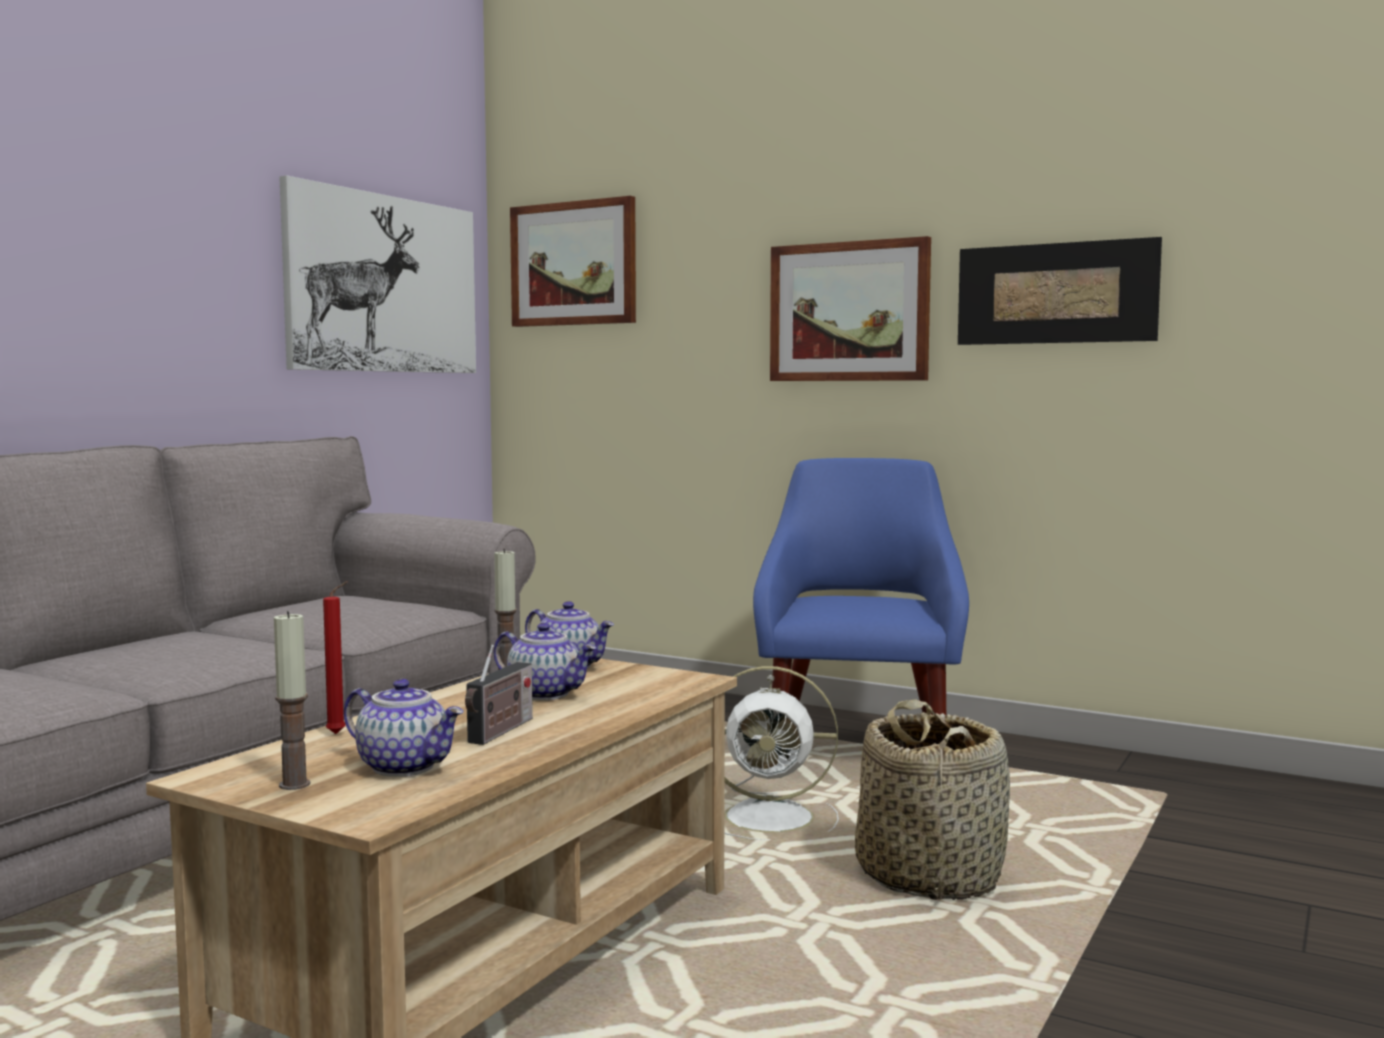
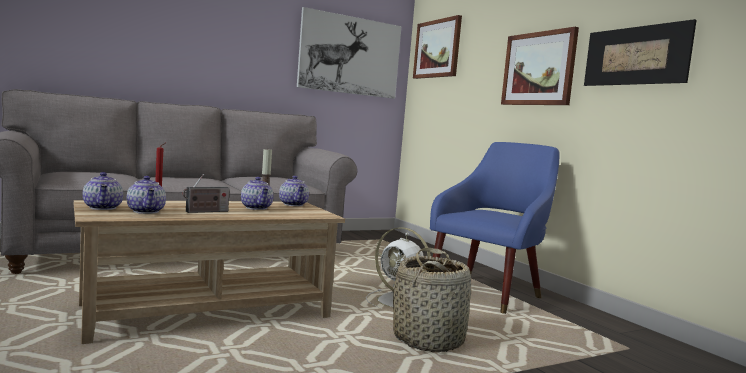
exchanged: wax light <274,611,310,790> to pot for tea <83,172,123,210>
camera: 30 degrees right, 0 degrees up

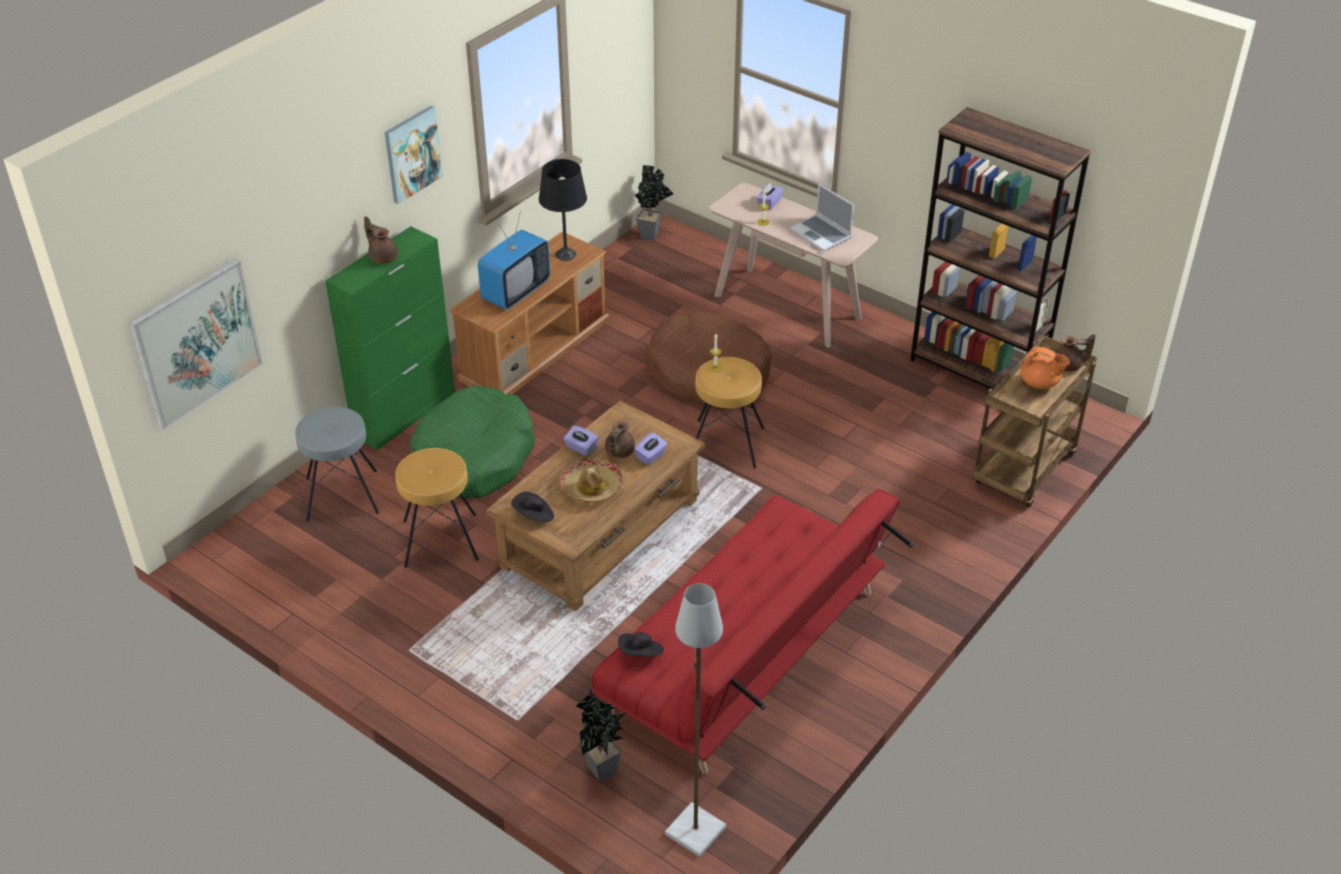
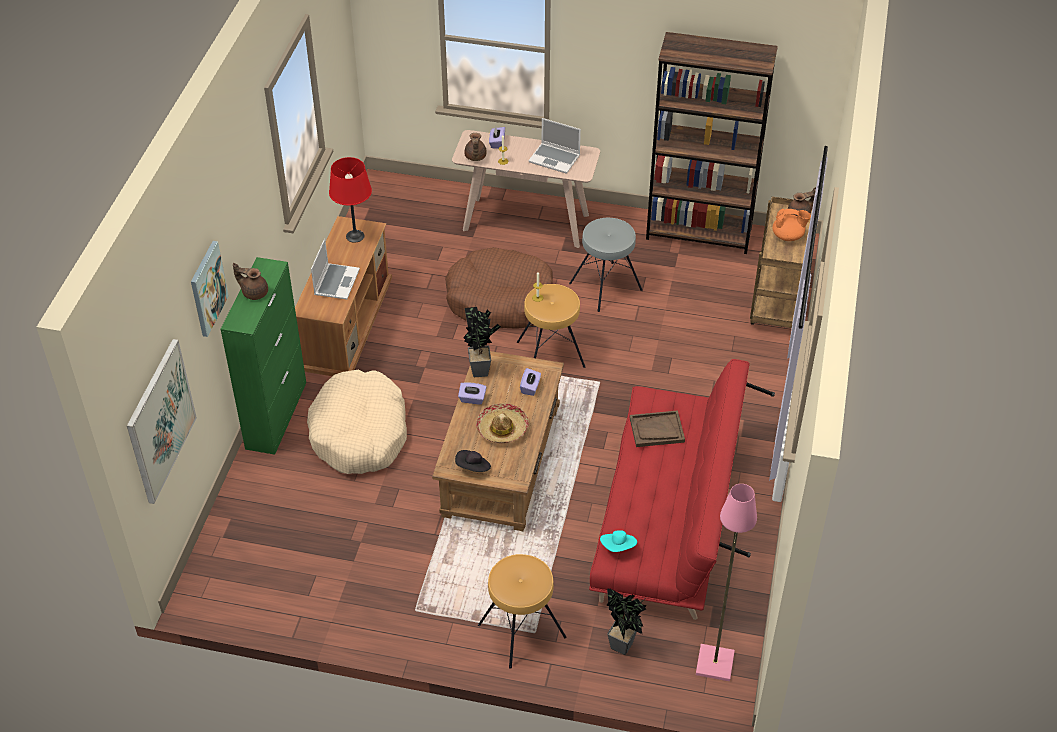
appeared: brown serving tray <630,410,685,447>
relocated: gray stool <295,407,379,522> to <569,218,642,312>; wall art <385,106,443,204> to <191,241,229,337>; brown stool <395,448,479,568> to <478,554,566,669>; brown pot for tea <605,420,635,458> to <464,133,487,161>; plant in a pot <635,165,673,240> to <463,306,501,377>
exchanged: television <478,211,550,310> to portable computer <311,239,360,300>
colour: greenish dog cushion <410,386,535,499> to beige dog cushion <307,370,407,474>; black-coloured table lamp <539,159,587,261> to red-coloured table lamp <329,157,372,243>; black-coloured hat <618,632,663,657> to blue-green hat <600,530,637,552>; gray standard lamp <665,583,726,857> to pink standard lamp <696,484,757,681>
camera: 25 degrees left, 5 degrees up

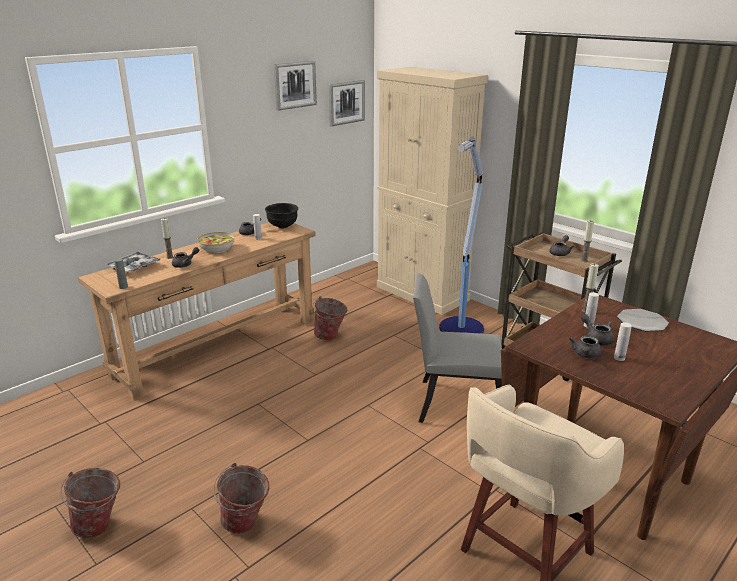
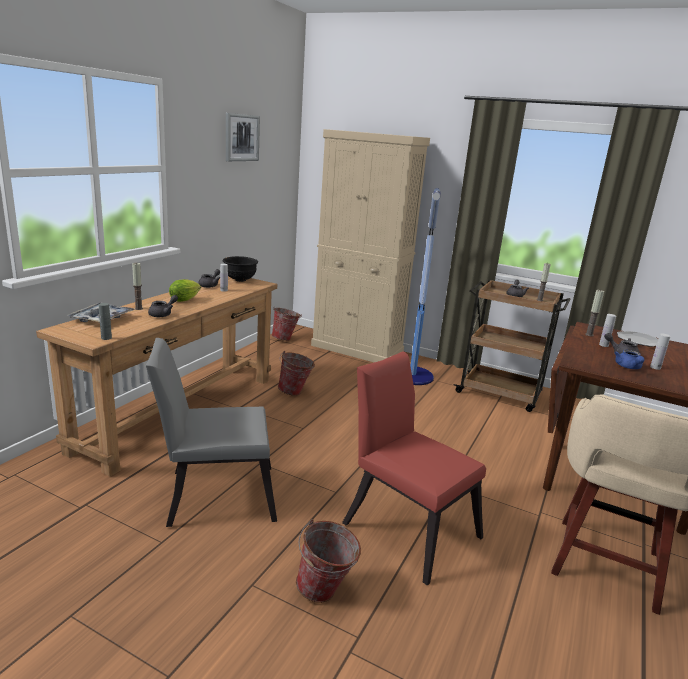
missing: wall art <329,80,365,126>
appeared: red-coloured upright chair <342,352,486,586>
relocated: water bucket <60,468,120,538> to <272,308,302,341>; gray upright chair <413,273,502,423> to <146,338,277,527>
exchanged: serving bowl <197,232,234,253> to lettuce <169,279,201,302>
colour: gray pot for tea <569,336,601,359> to bluish pot for tea <614,350,645,369>
camera: 20 degrees left, 5 degrees down

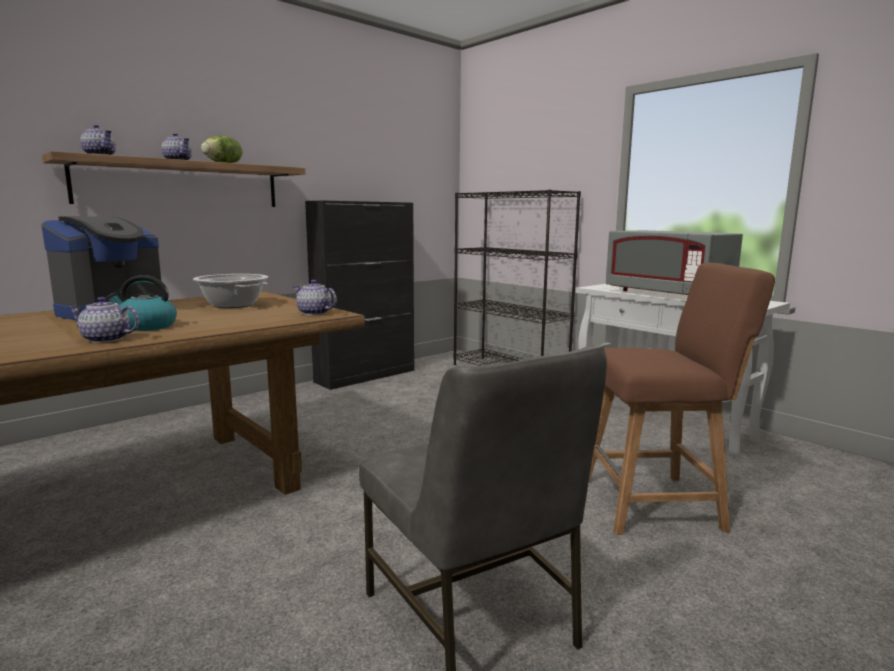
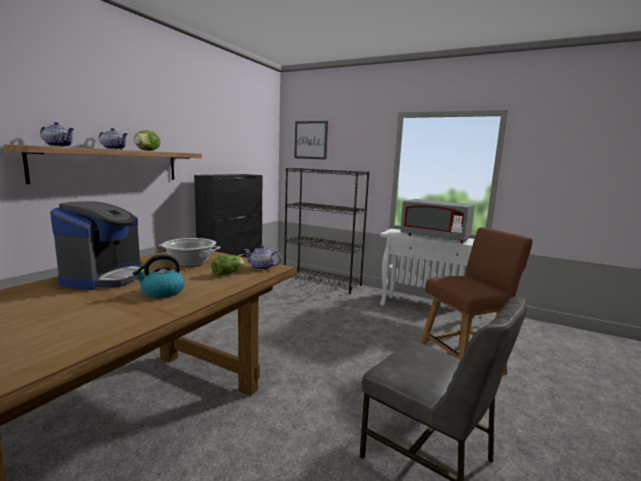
missing: pot for tea <68,297,139,343>
appeared: lettuce <211,256,244,276>; wall art <294,121,328,160>
camera: 20 degrees left, 0 degrees up

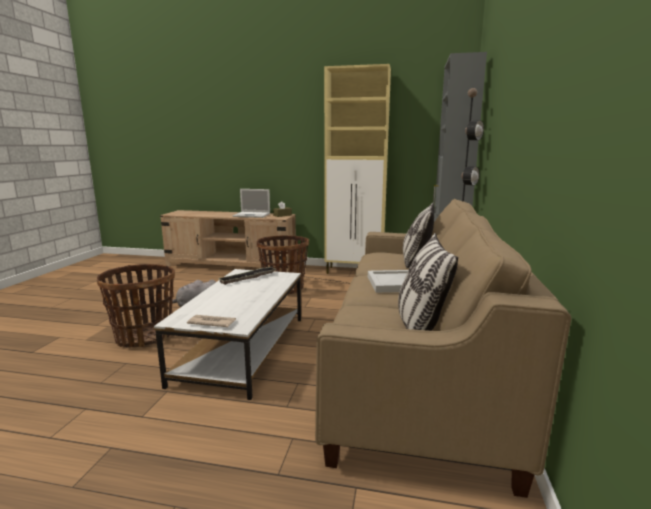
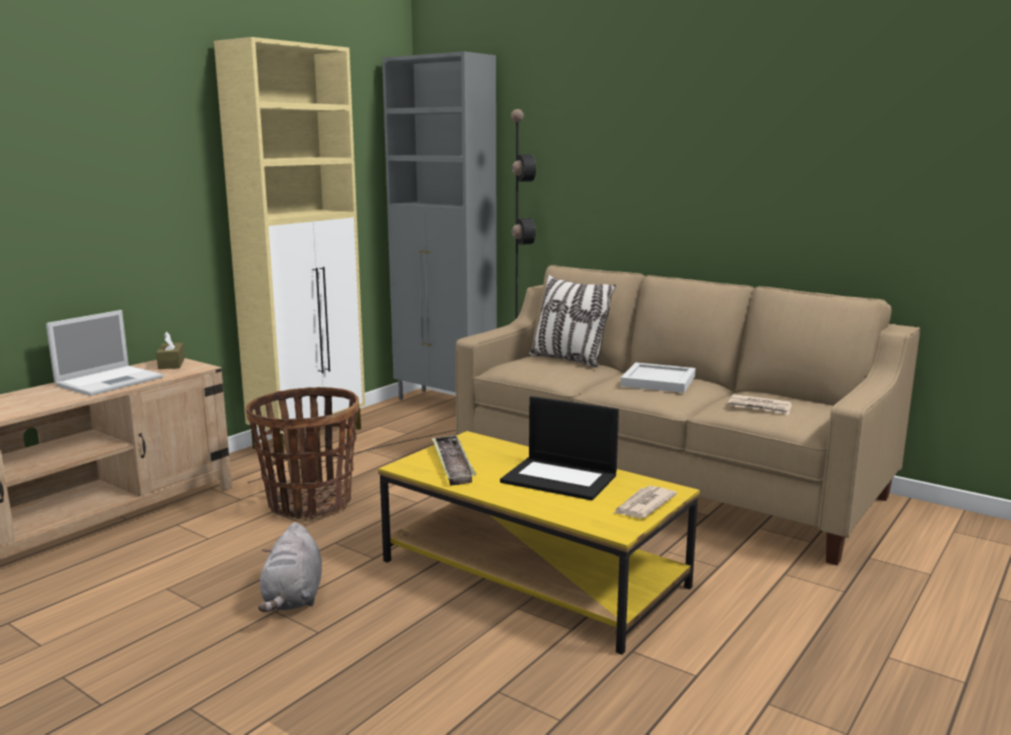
missing: basket <97,264,175,348>; pillow <398,233,458,331>
appeared: portable computer <500,396,619,500>; newspaper <728,394,792,415>
colour: white-coloured lounge table <154,269,301,400> to yellow lounge table <378,431,700,655>
camera: 65 degrees left, 0 degrees up

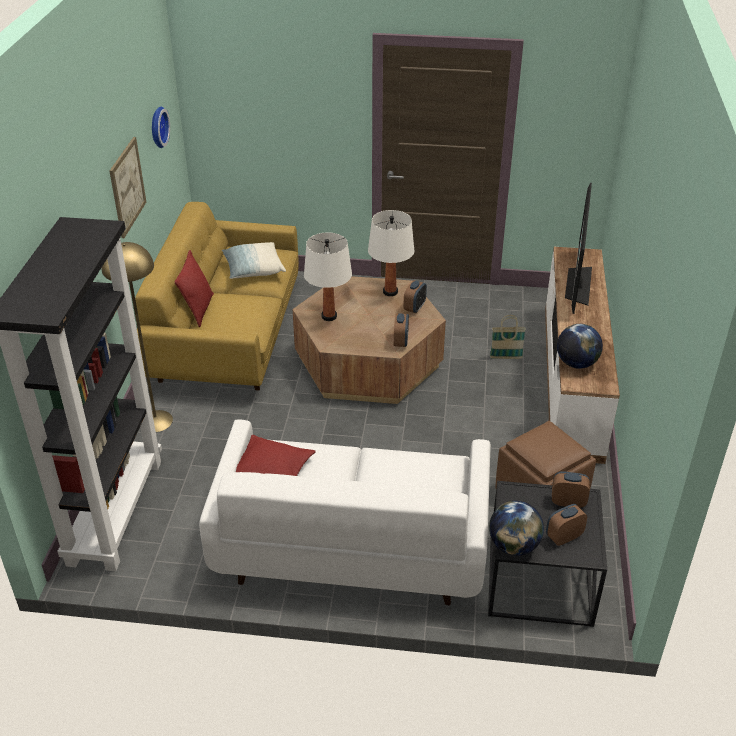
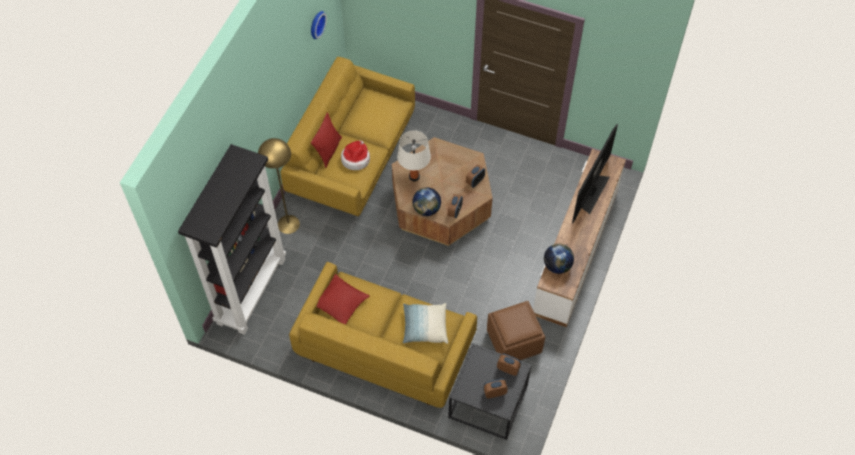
missing: wall art <109,137,146,238>; white-coloured table lamp <368,210,414,296>; basket <490,315,526,359>
appeared: hat <341,140,370,170>
relocated: pillow <222,242,286,279> to <403,303,448,344>; globe <489,501,544,556> to <413,187,441,216>
colour: white-coloured sofa <199,420,491,605> to yellow sofa <289,262,477,408>
camera: 15 degrees right, 20 degrees up

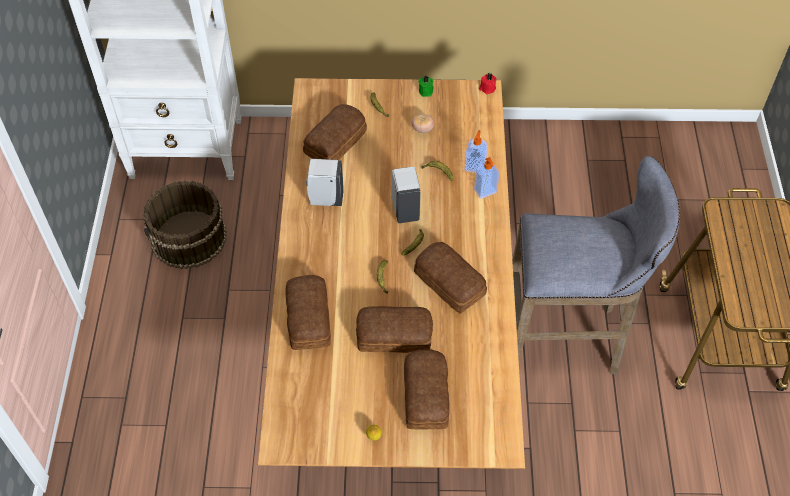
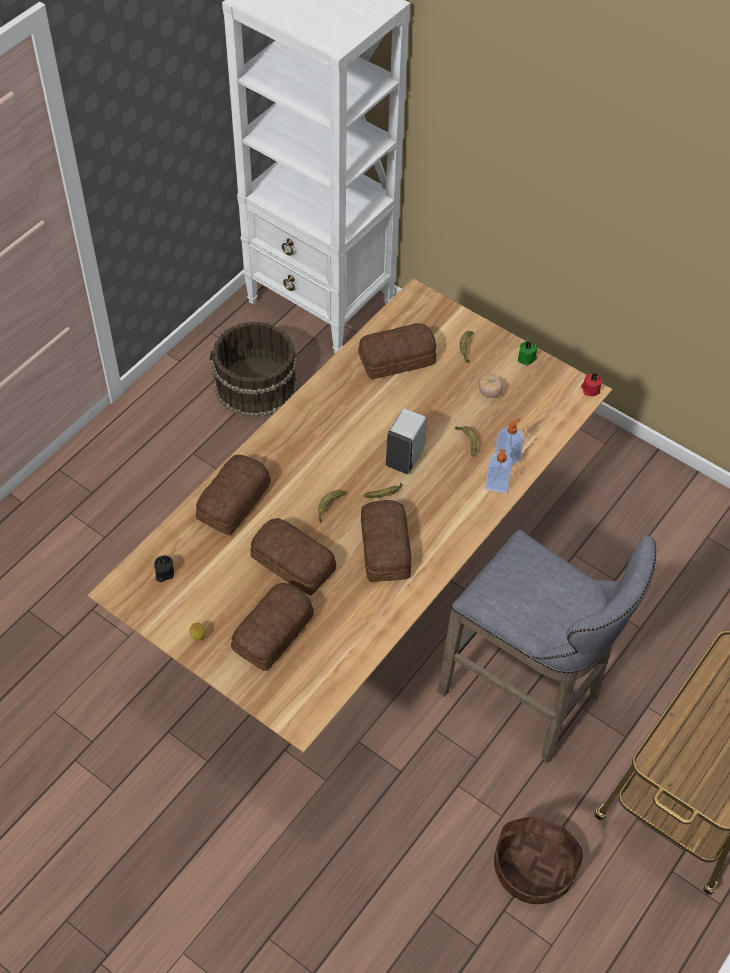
missing: white-coloured liquid soap bottle <306,159,344,206>
appeared: black-coloured wax light <154,555,174,582>; basket <494,817,583,904>
camera: 35 degrees right, 0 degrees up

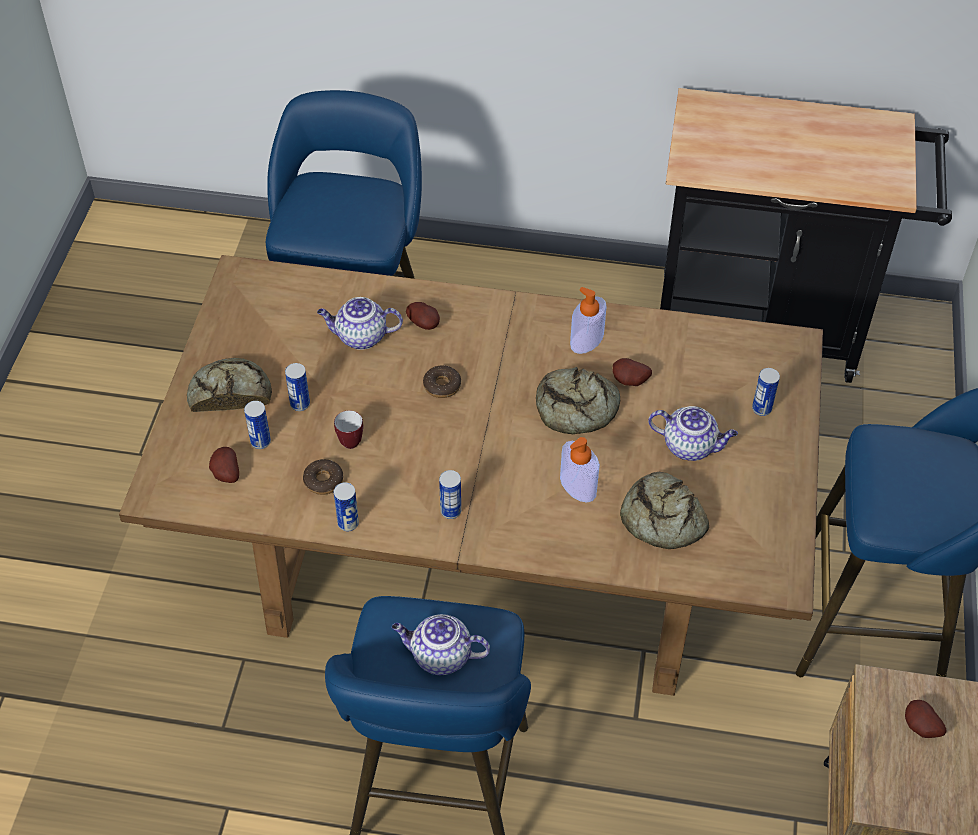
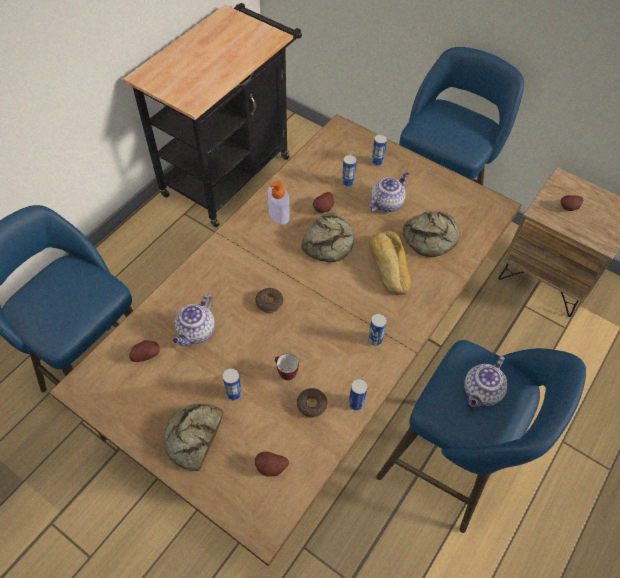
relocated: can <244,401,271,449> to <342,155,356,187>; potato <406,302,440,330> to <129,340,160,362>
exchanged: liquid soap bottle <560,437,600,503> to bread <369,231,411,295>
camera: 65 degrees left, 5 degrees up

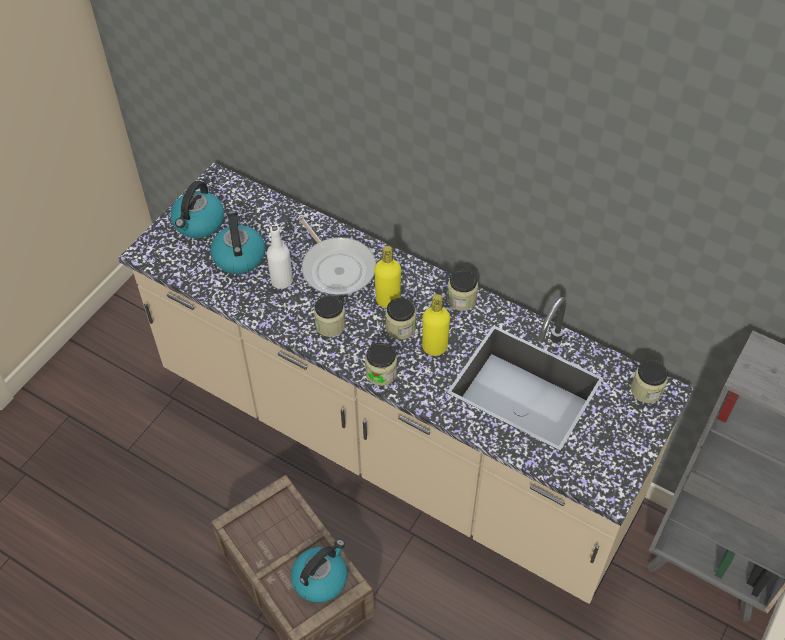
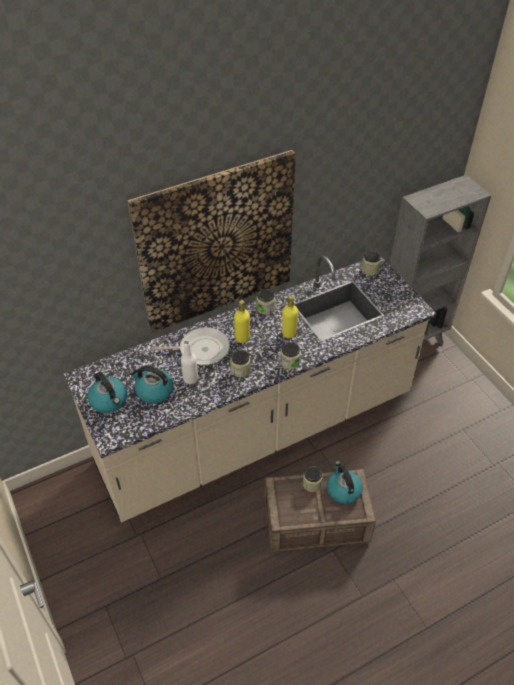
appeared: wall art <128,150,296,333>
relocated: storage jar <385,298,416,340> to <303,466,323,492>
camera: 60 degrees left, 5 degrees down

